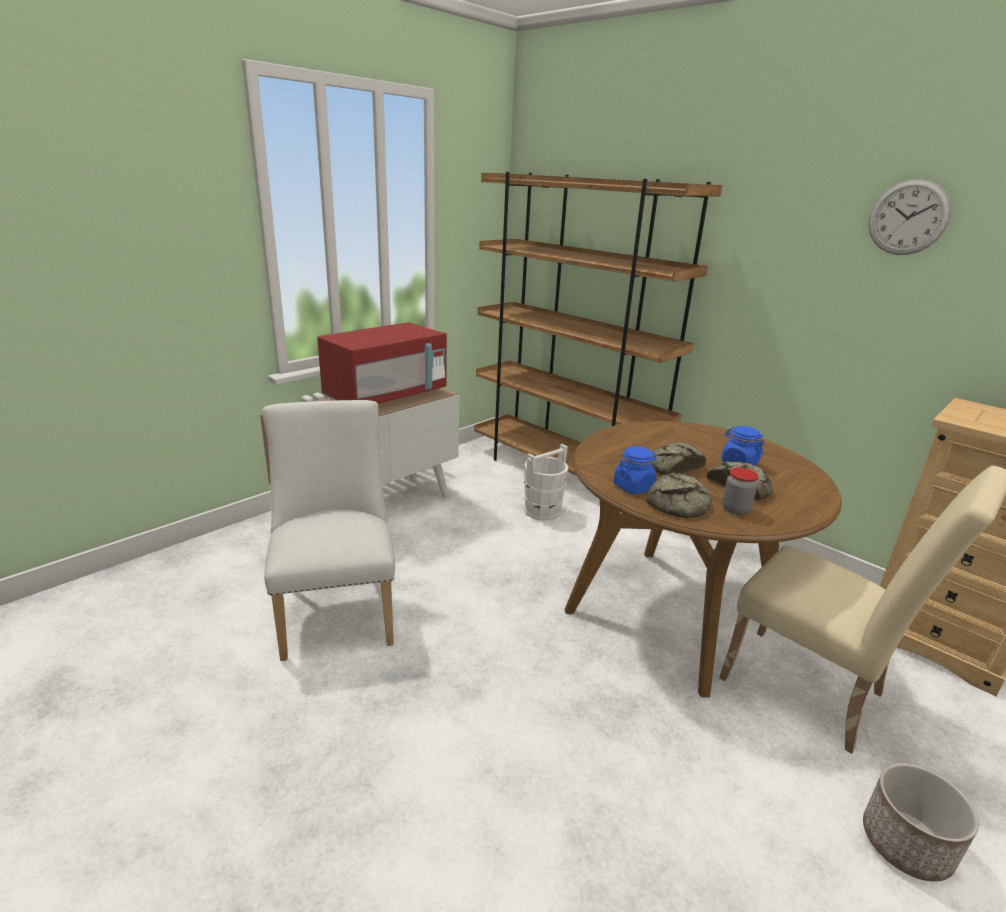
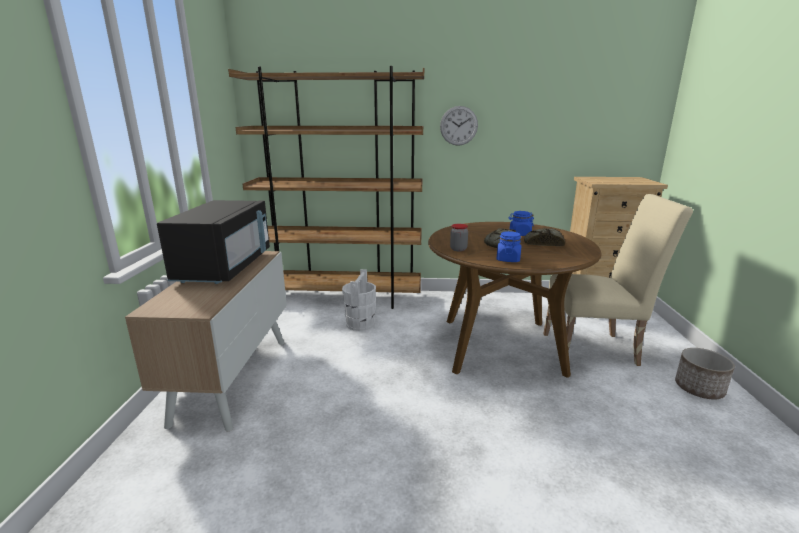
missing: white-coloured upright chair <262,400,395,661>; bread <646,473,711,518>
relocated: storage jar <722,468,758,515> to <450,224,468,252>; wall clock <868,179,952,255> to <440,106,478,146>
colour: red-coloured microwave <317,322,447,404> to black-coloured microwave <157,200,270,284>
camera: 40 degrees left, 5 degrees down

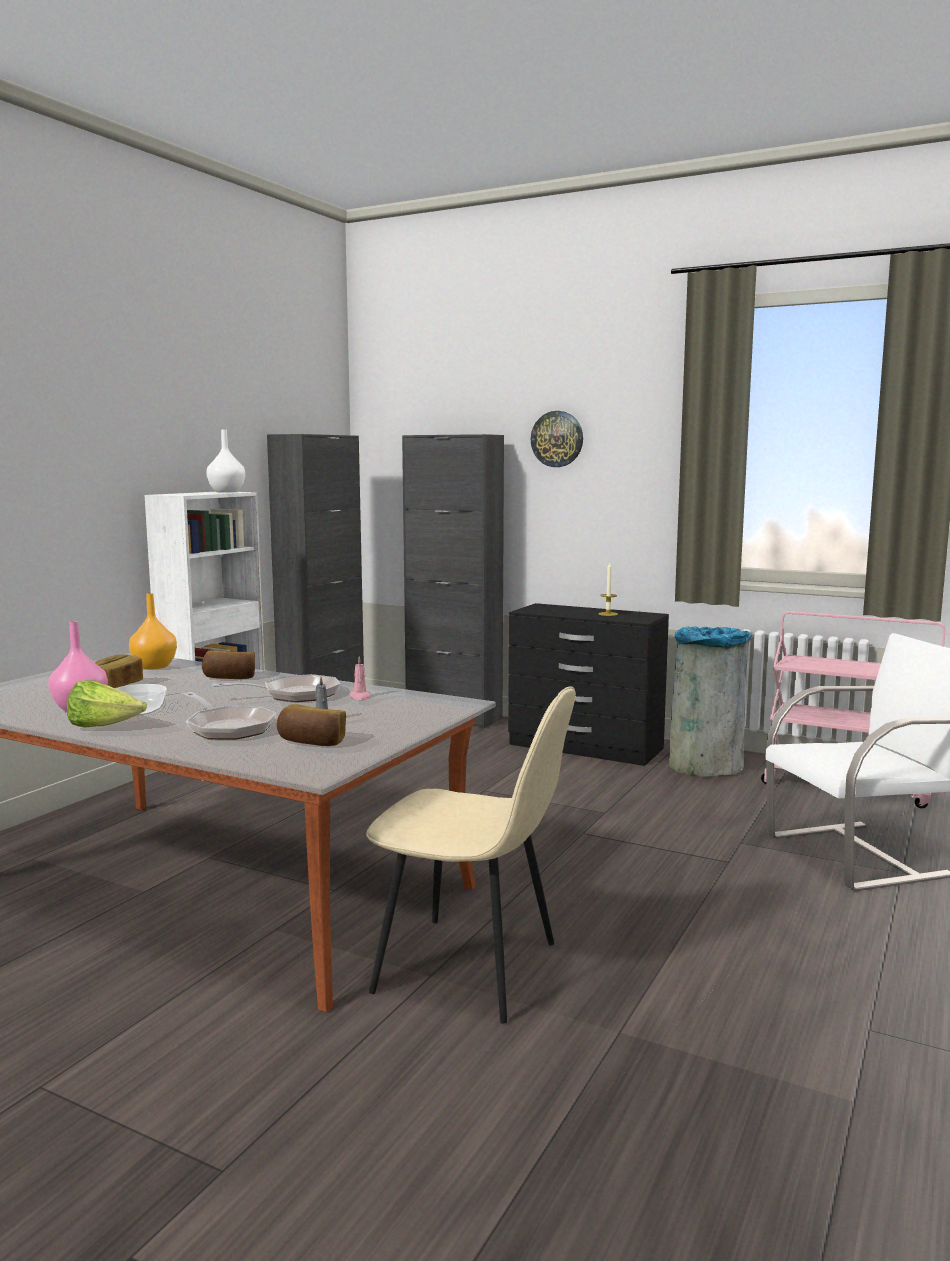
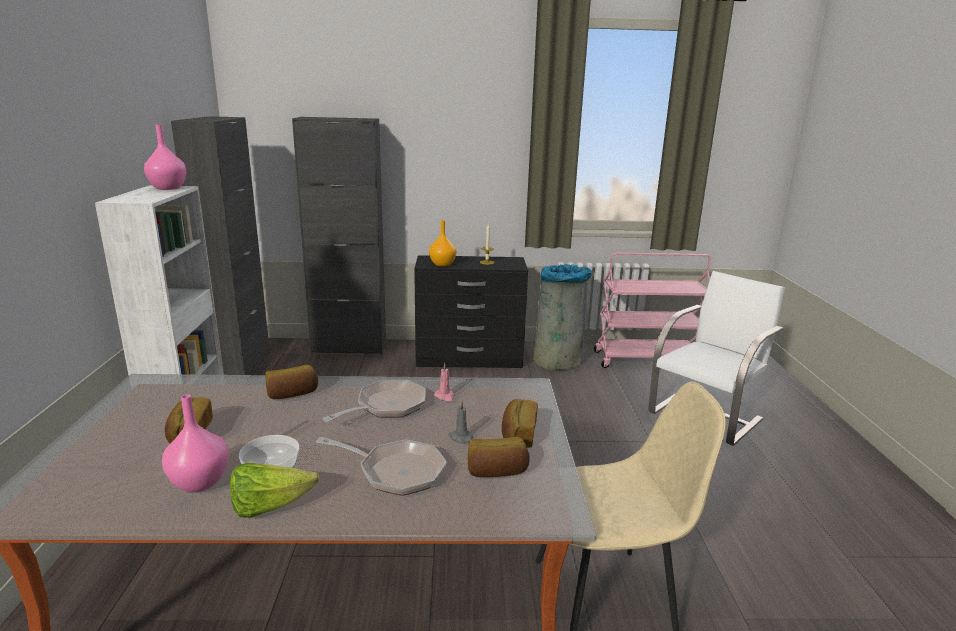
missing: wall clock <531,411,583,467>
appeared: bread <502,399,538,448>
relocated: orangey decorative vase <129,593,177,669> to <429,220,456,267>
colour: white-coloured decorative vase <206,429,245,492> to pink decorative vase <144,125,186,190>
camera: 30 degrees left, 10 degrees up

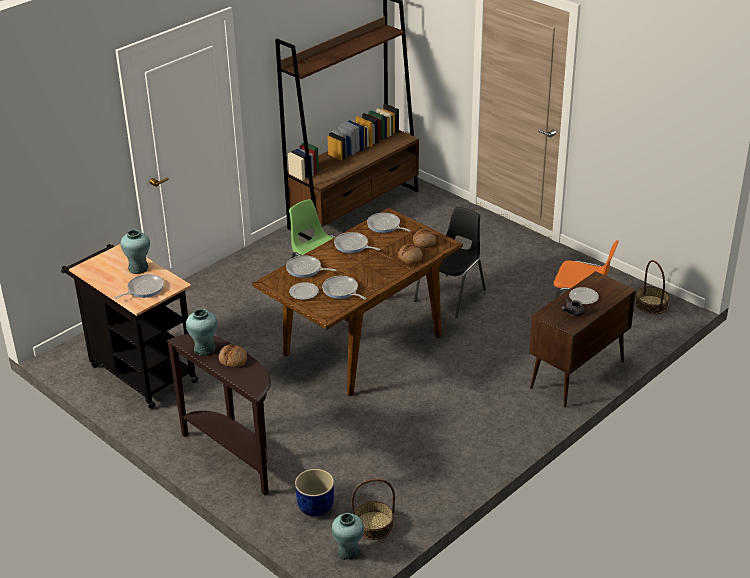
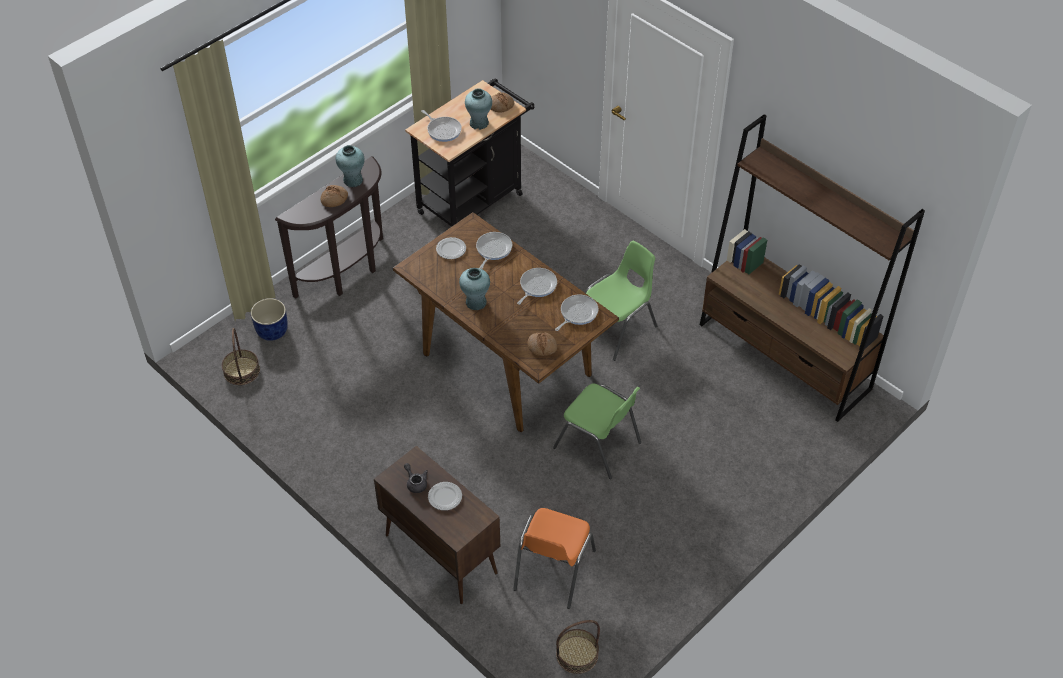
missing: skillet <322,276,367,300>
relocated: blue-green decorative vase <331,513,364,560> to <459,268,490,310>; bread <398,244,423,264> to <491,92,514,112>
colour: black-coloured upright chair <414,207,486,318> to greenish upright chair <553,384,641,479>
camera: 90 degrees right, 15 degrees up

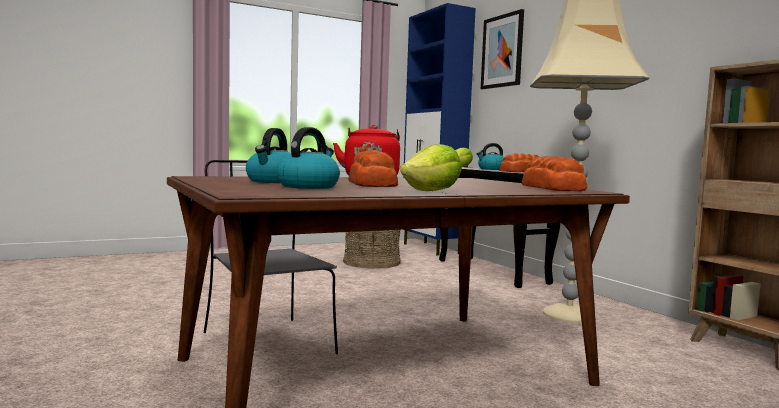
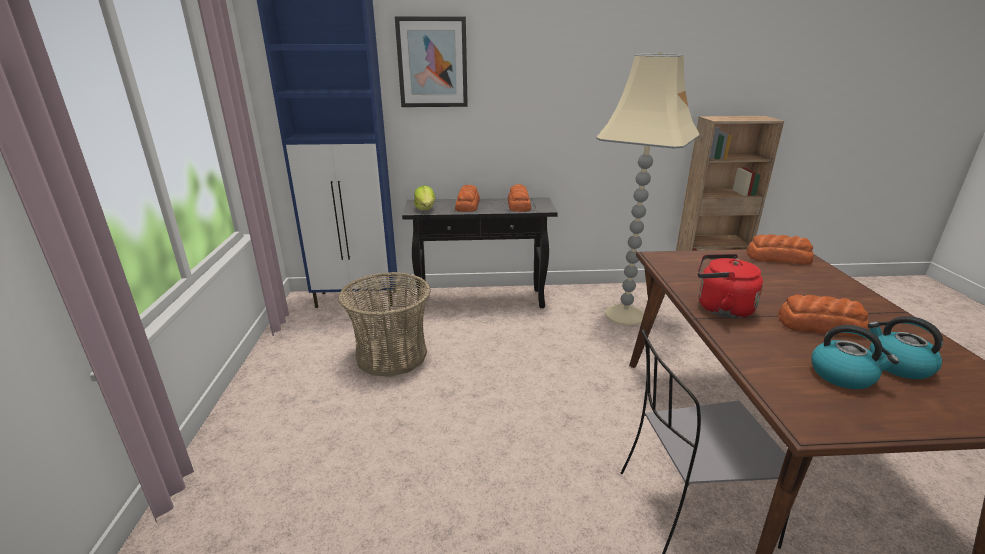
missing: lettuce <400,144,462,191>
exchanged: tea kettle <477,143,504,170> to bread <455,185,480,212>
camera: 65 degrees left, 20 degrees up

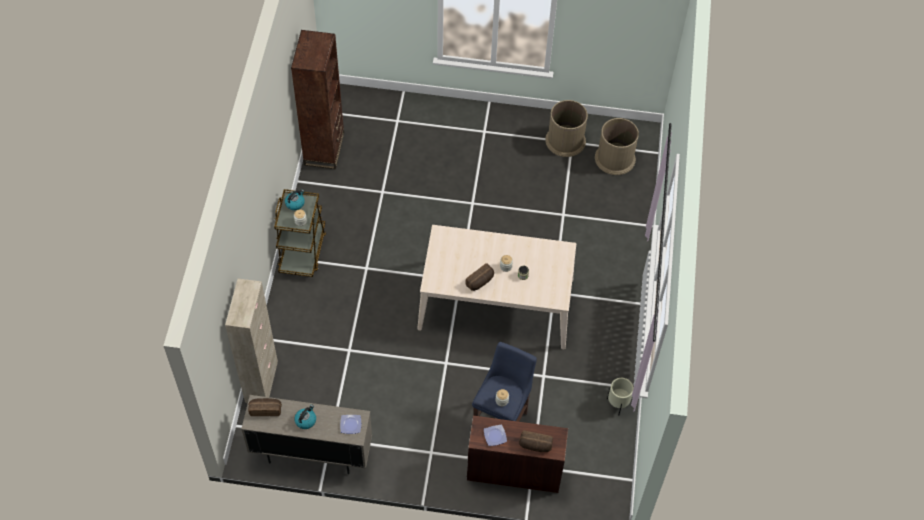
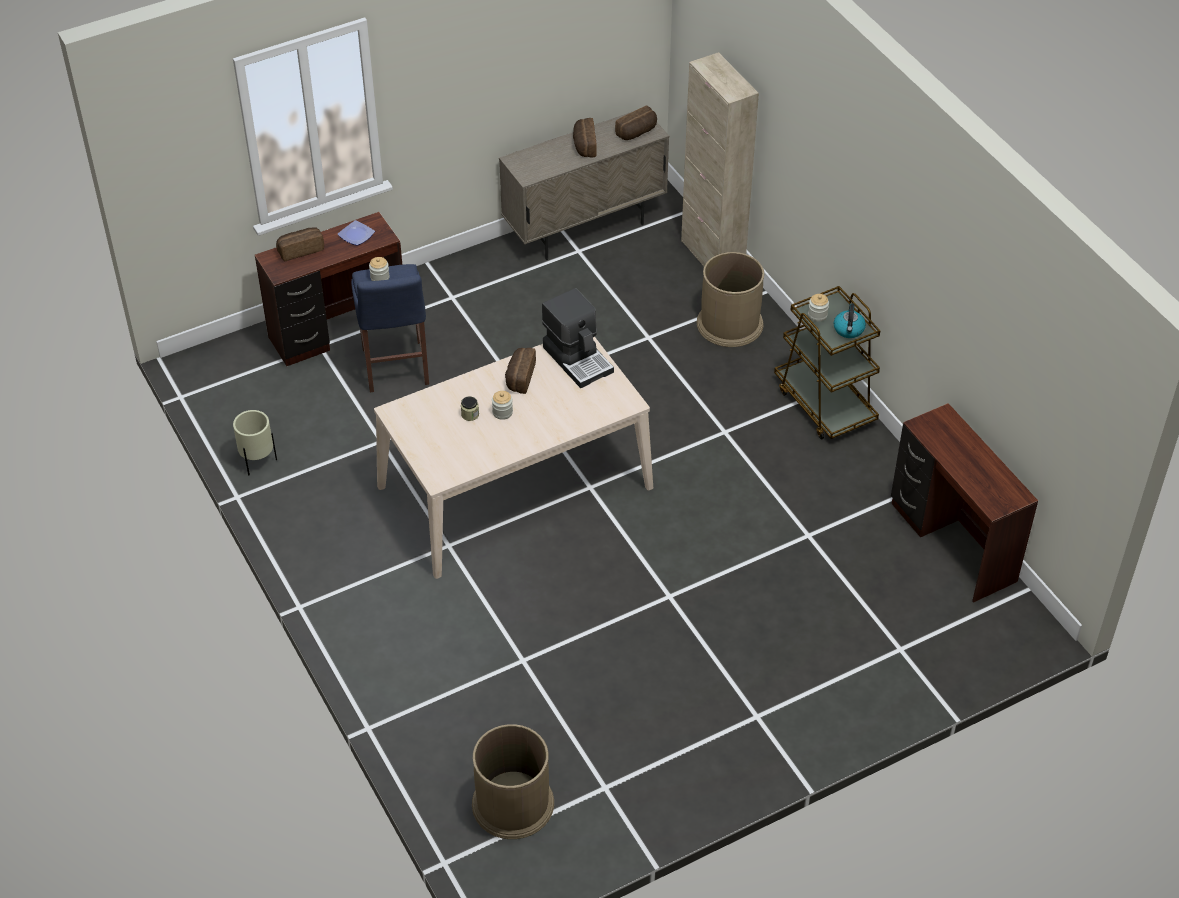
missing: plate <340,415,361,434>
appeared: coffee brewer <542,288,614,388>
relocated: brown trash can <545,100,588,157> to <697,252,764,347>
exchanged: brown bookcase <291,30,344,170> to brown desk <891,403,1038,602>; tea kettle <294,405,316,429> to bread <573,118,597,158>
camera: 145 degrees right, 10 degrees down

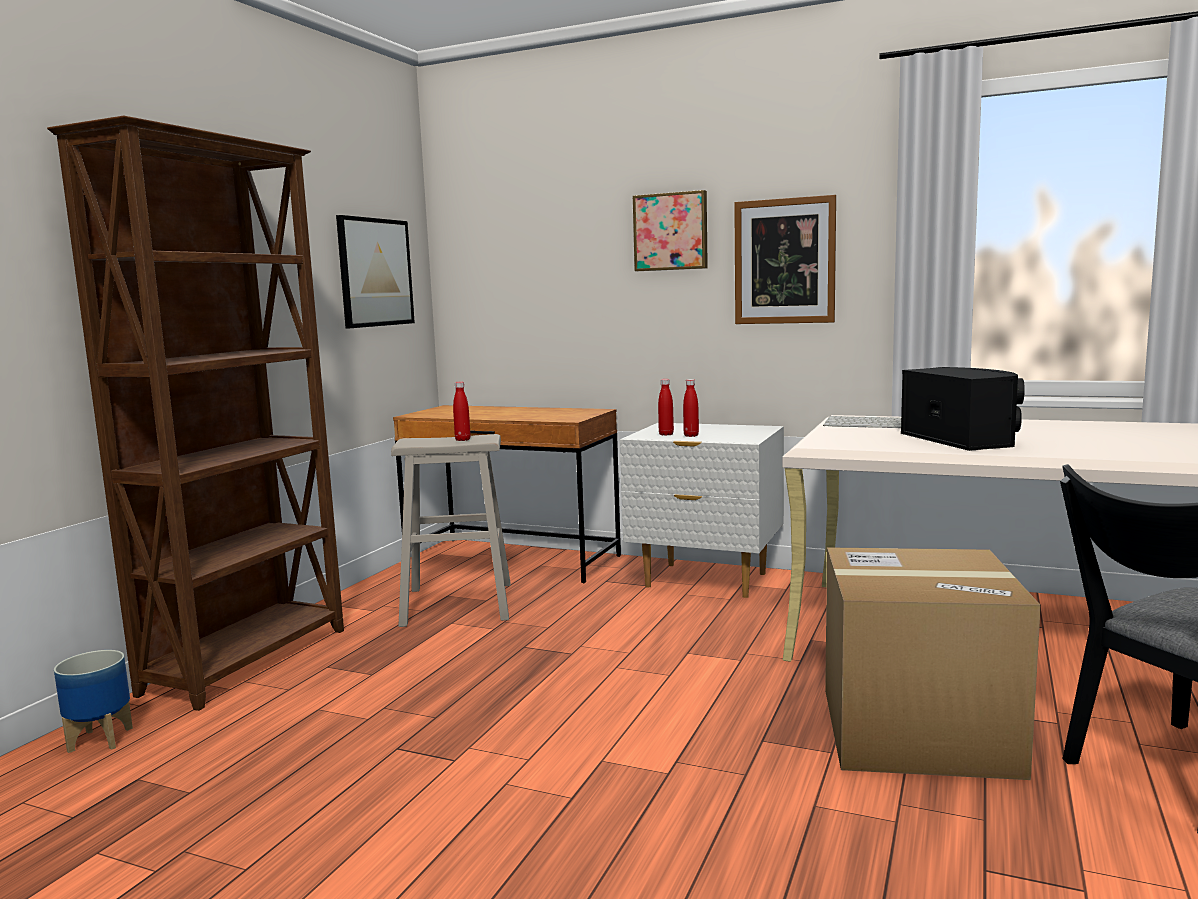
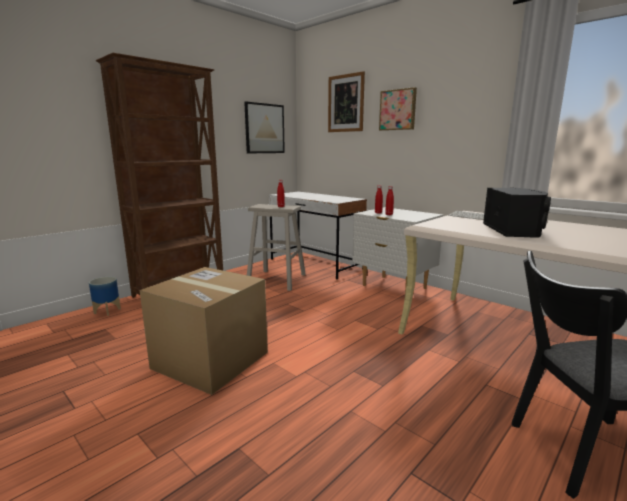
relocated: wall art <734,195,836,324> to <328,71,365,132>; cardboard box <825,547,1041,780> to <140,267,268,395>
colour: brown desk <393,405,621,583> to white-coloured desk <269,192,367,279>
camera: 20 degrees right, 5 degrees up

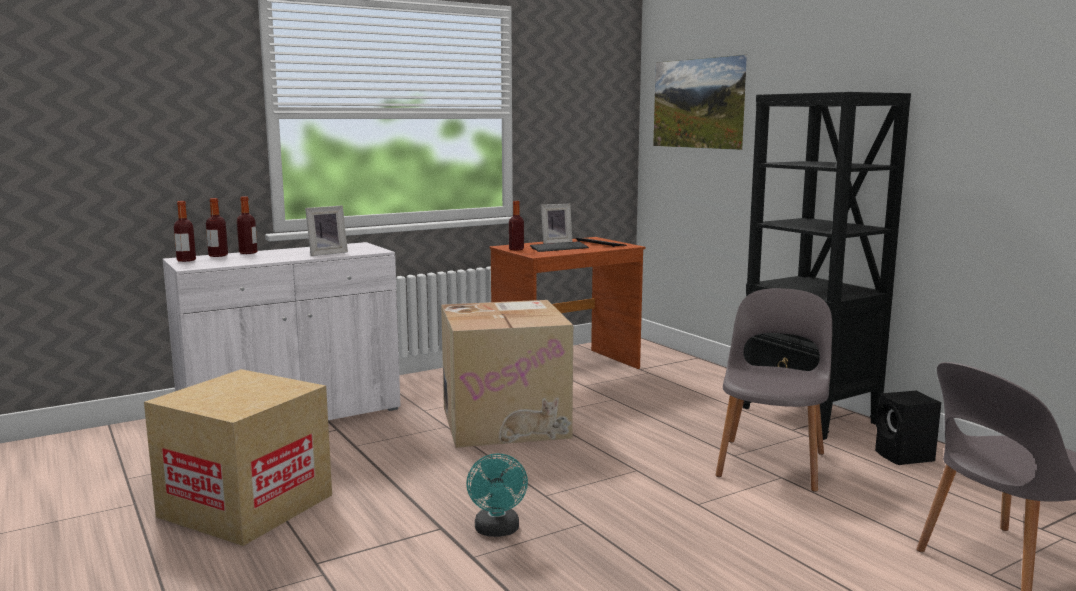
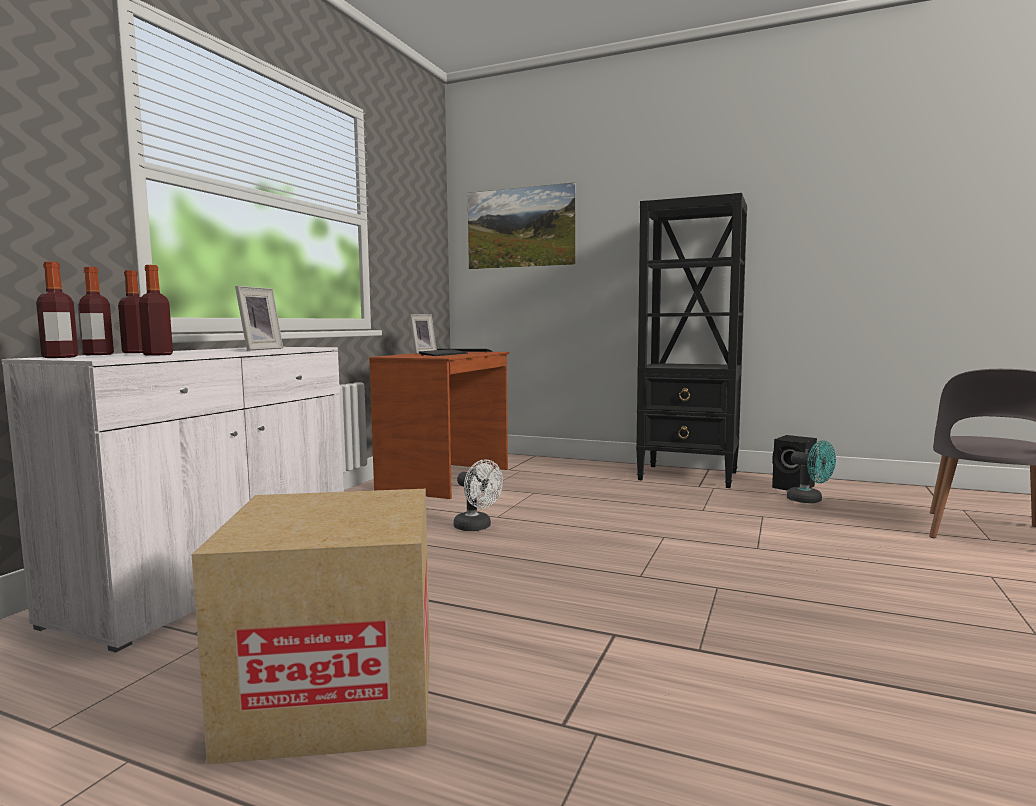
missing: gray upright chair <715,288,832,492>
relocated: blue-green fan <466,453,528,537> to <787,441,836,503>; bottle <509,201,524,250> to <139,265,173,356>
exchanged: cardboard box <441,300,573,448> to white-coloured fan <454,459,503,531>
camera: 35 degrees left, 5 degrees down

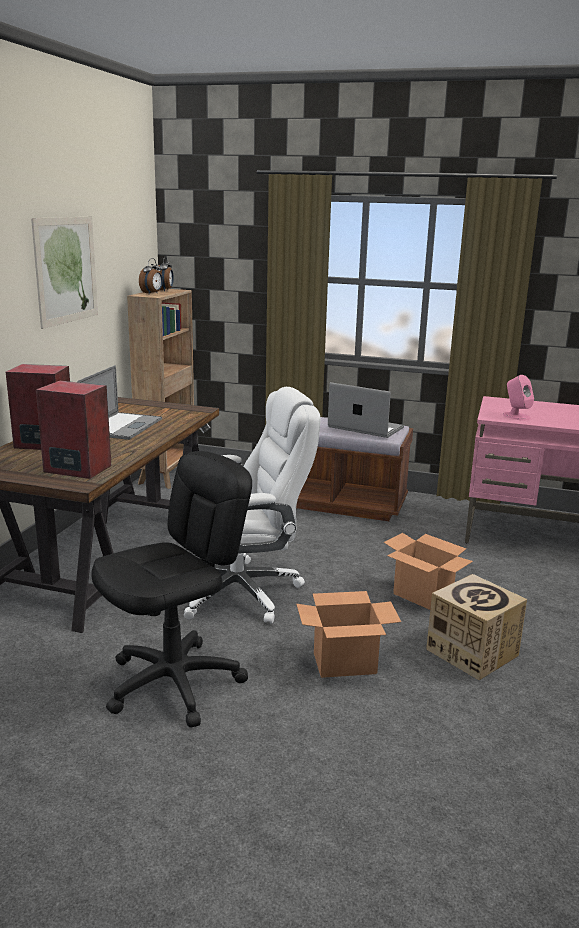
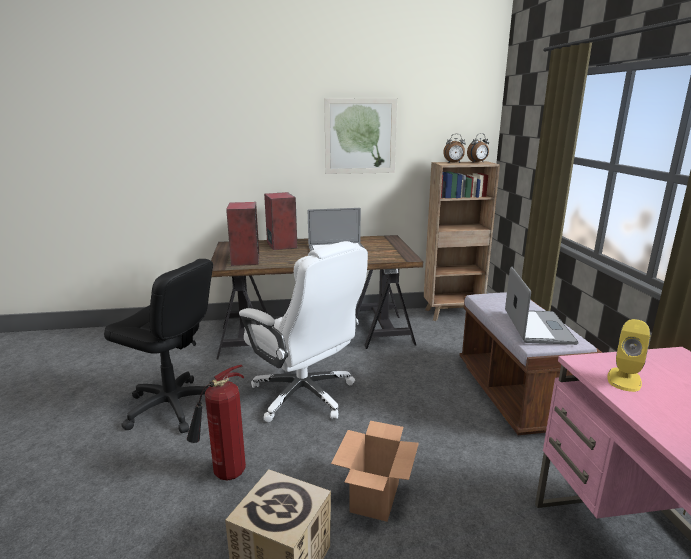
exchanged: cardboard box <296,591,401,678> to fire-fighting cylinder <187,365,246,481>
colour: pink audio speaker <503,375,534,421> to yellow audio speaker <607,319,650,392>
camera: 65 degrees right, 0 degrees up

